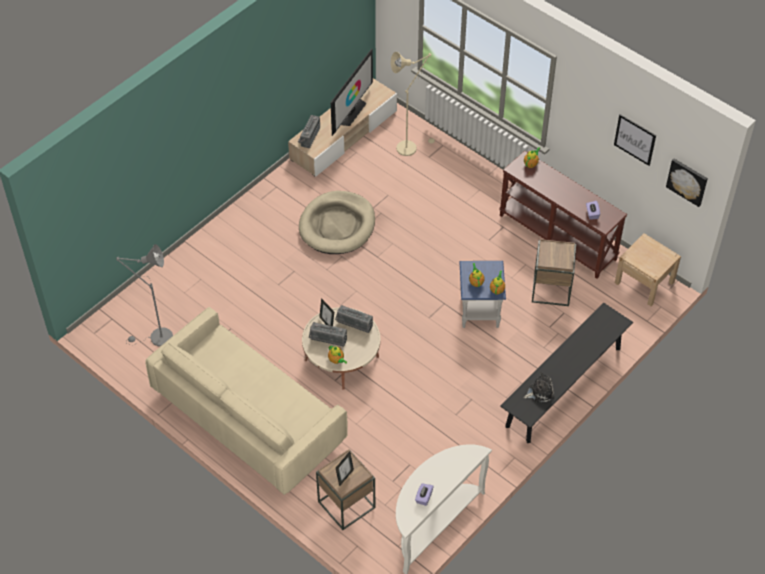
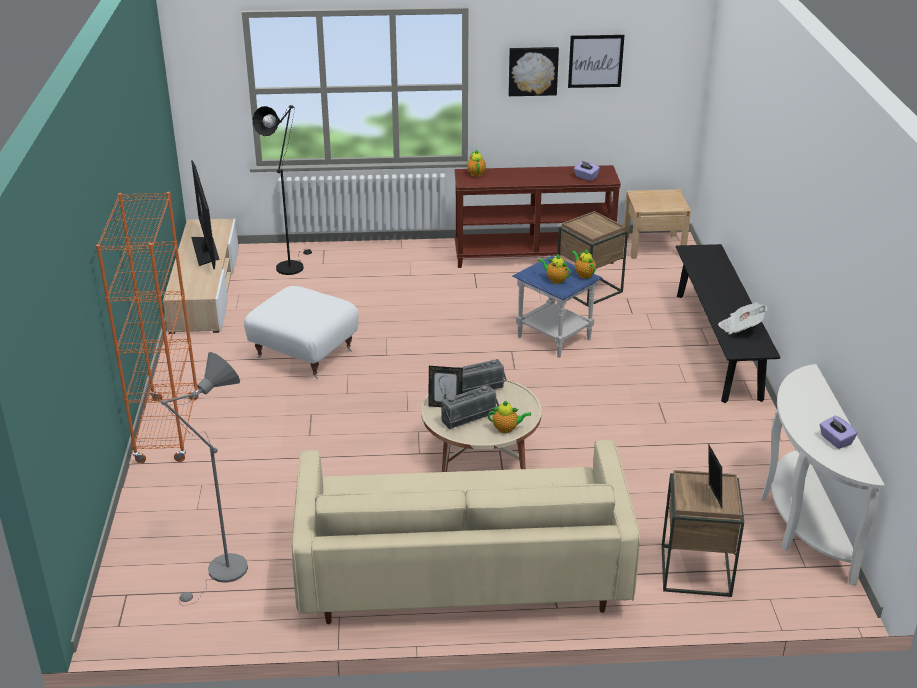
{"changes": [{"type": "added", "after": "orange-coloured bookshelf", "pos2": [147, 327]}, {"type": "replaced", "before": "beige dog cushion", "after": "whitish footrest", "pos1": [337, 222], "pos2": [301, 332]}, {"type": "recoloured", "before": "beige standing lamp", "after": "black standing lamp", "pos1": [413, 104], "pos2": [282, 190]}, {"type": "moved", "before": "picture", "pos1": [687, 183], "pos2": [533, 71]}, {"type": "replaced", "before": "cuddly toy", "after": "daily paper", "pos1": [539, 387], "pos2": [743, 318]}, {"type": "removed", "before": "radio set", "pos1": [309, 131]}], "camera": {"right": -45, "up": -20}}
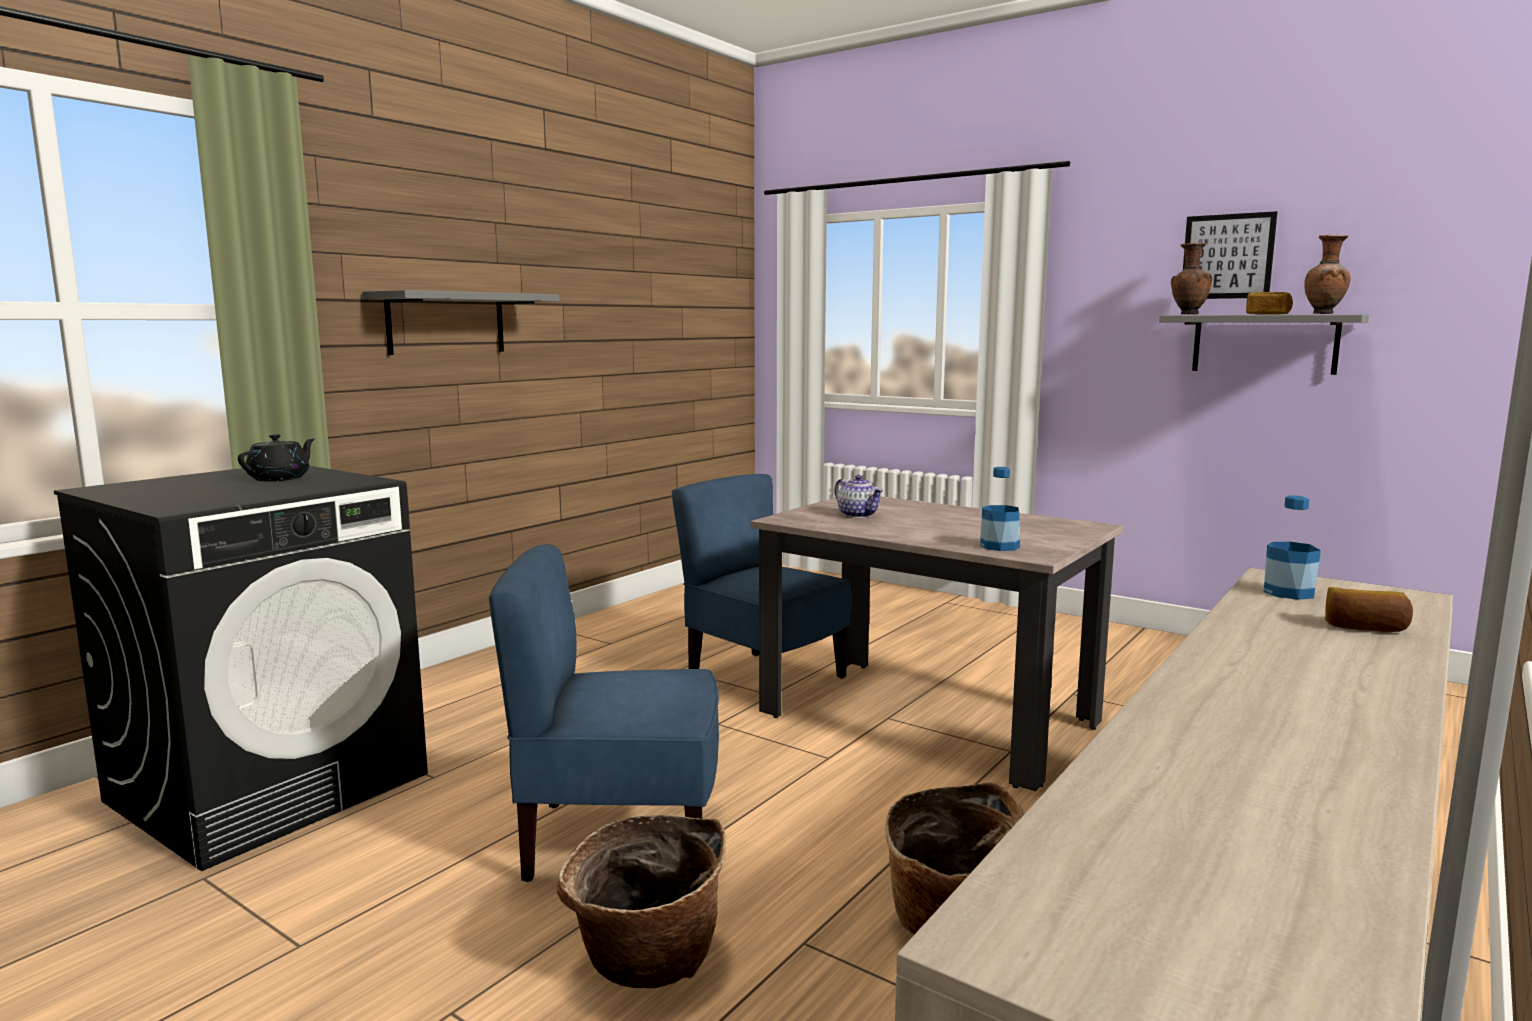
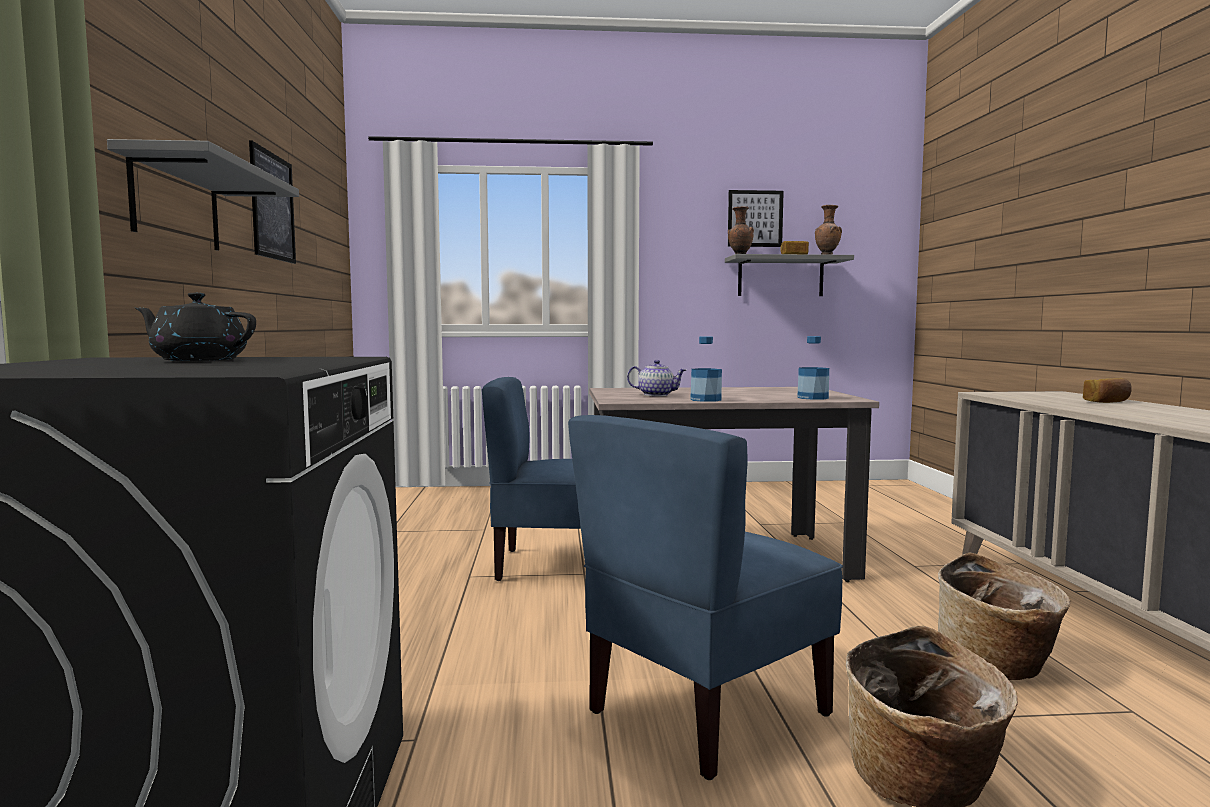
{"changes": [{"type": "turned", "before": "black tea pot", "pos1": [276, 457], "pos2": [195, 327], "turn": -60}, {"type": "added", "after": "picture", "pos2": [272, 202]}, {"type": "moved", "before": "drink bottle", "pos1": [1292, 548], "pos2": [706, 369]}], "camera": {"right": -40, "up": -5}}
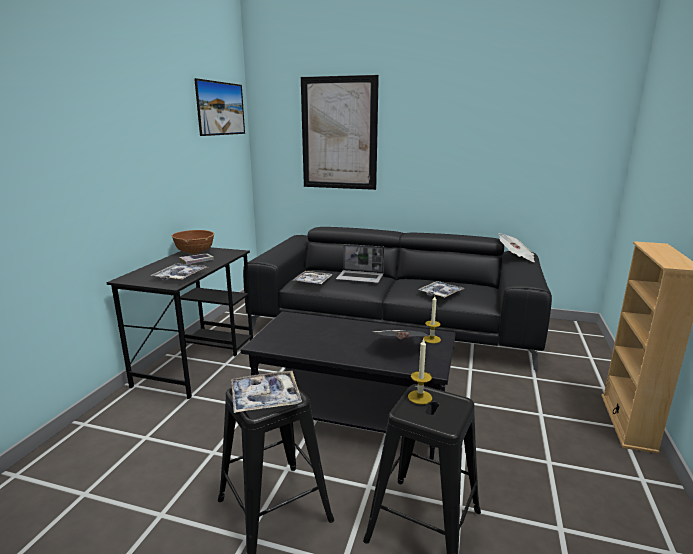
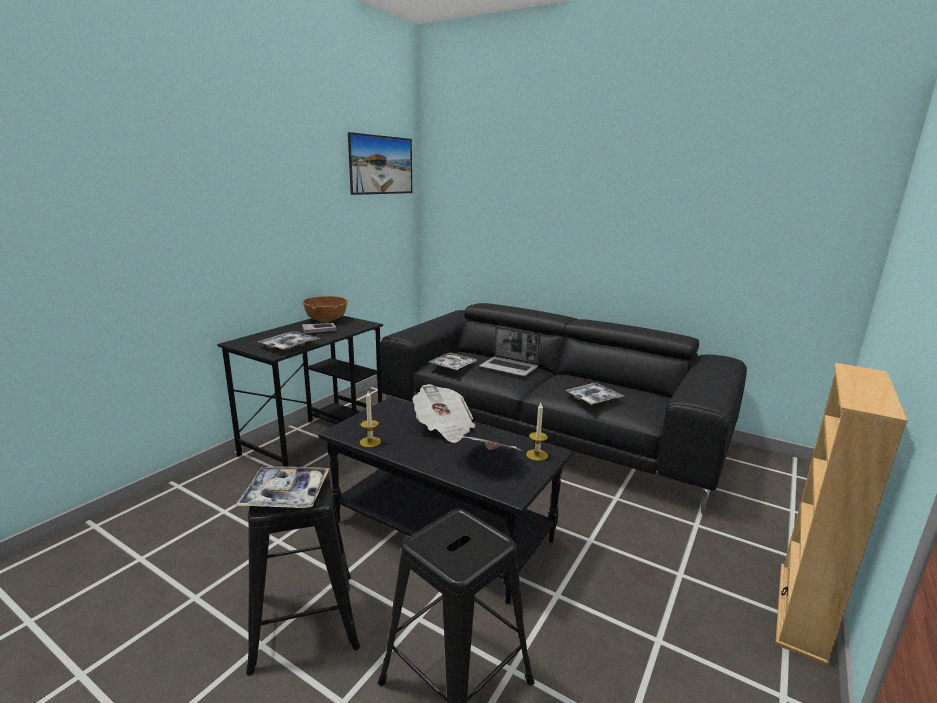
{"changes": [{"type": "moved", "before": "wax light", "pos1": [420, 371], "pos2": [370, 419]}, {"type": "moved", "before": "daily paper", "pos1": [516, 247], "pos2": [444, 413]}, {"type": "removed", "before": "picture", "pos1": [340, 132]}], "camera": {"right": 15, "up": 0}}
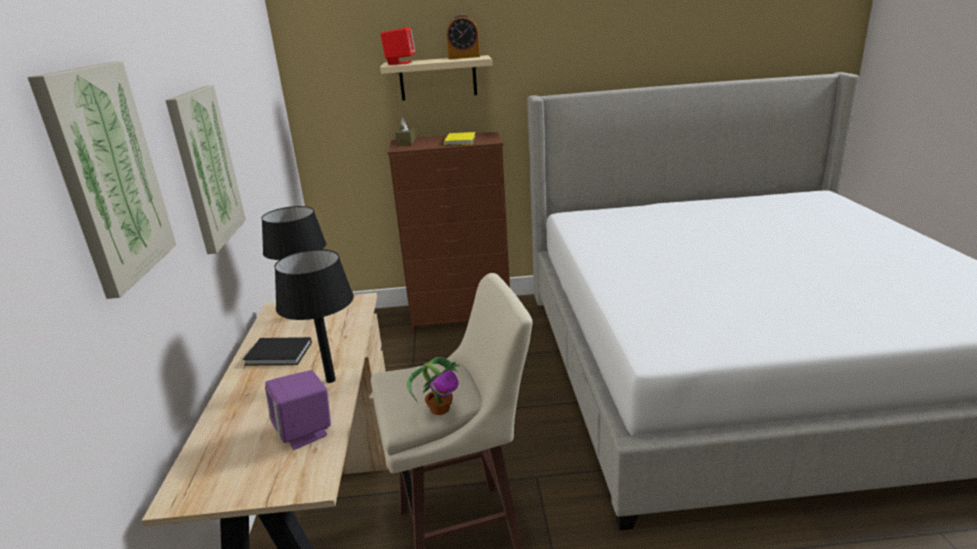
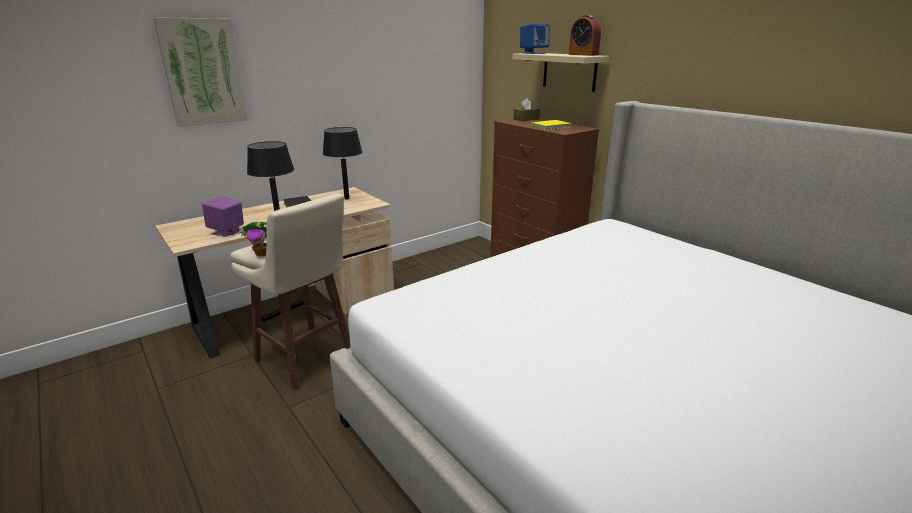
{"changes": [{"type": "recoloured", "before": "red-coloured speaker", "after": "blue speaker", "pos1": [397, 46], "pos2": [535, 39]}, {"type": "removed", "before": "picture", "pos1": [205, 169]}], "camera": {"right": 55, "up": 0}}
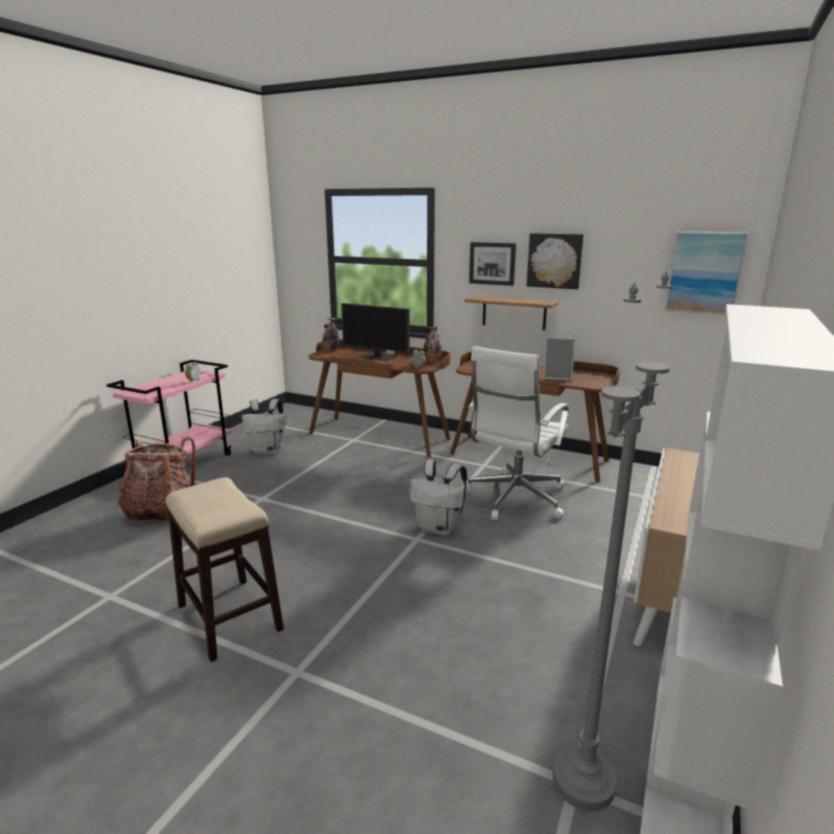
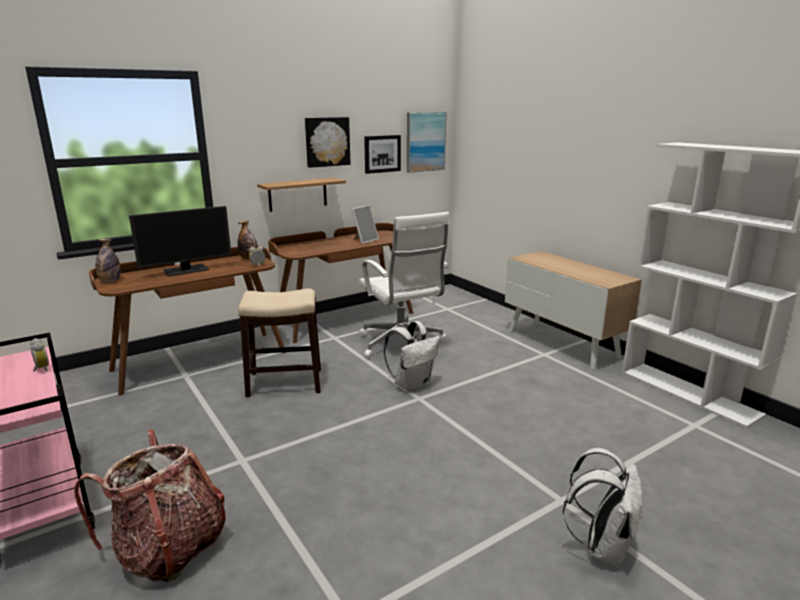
{"changes": [{"type": "moved", "before": "stool", "pos1": [224, 569], "pos2": [279, 342]}, {"type": "moved", "before": "picture", "pos1": [492, 264], "pos2": [382, 154]}, {"type": "moved", "before": "whitish backpack", "pos1": [263, 427], "pos2": [603, 507]}, {"type": "removed", "before": "gray standing lamp", "pos1": [612, 541]}], "camera": {"right": -60, "up": 0}}
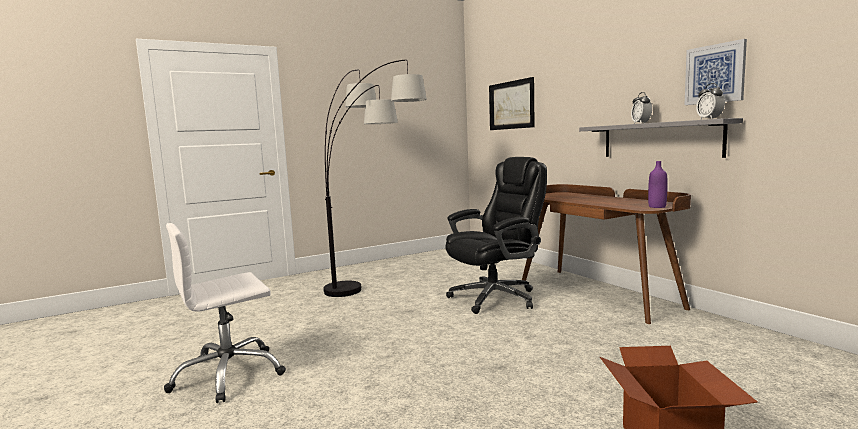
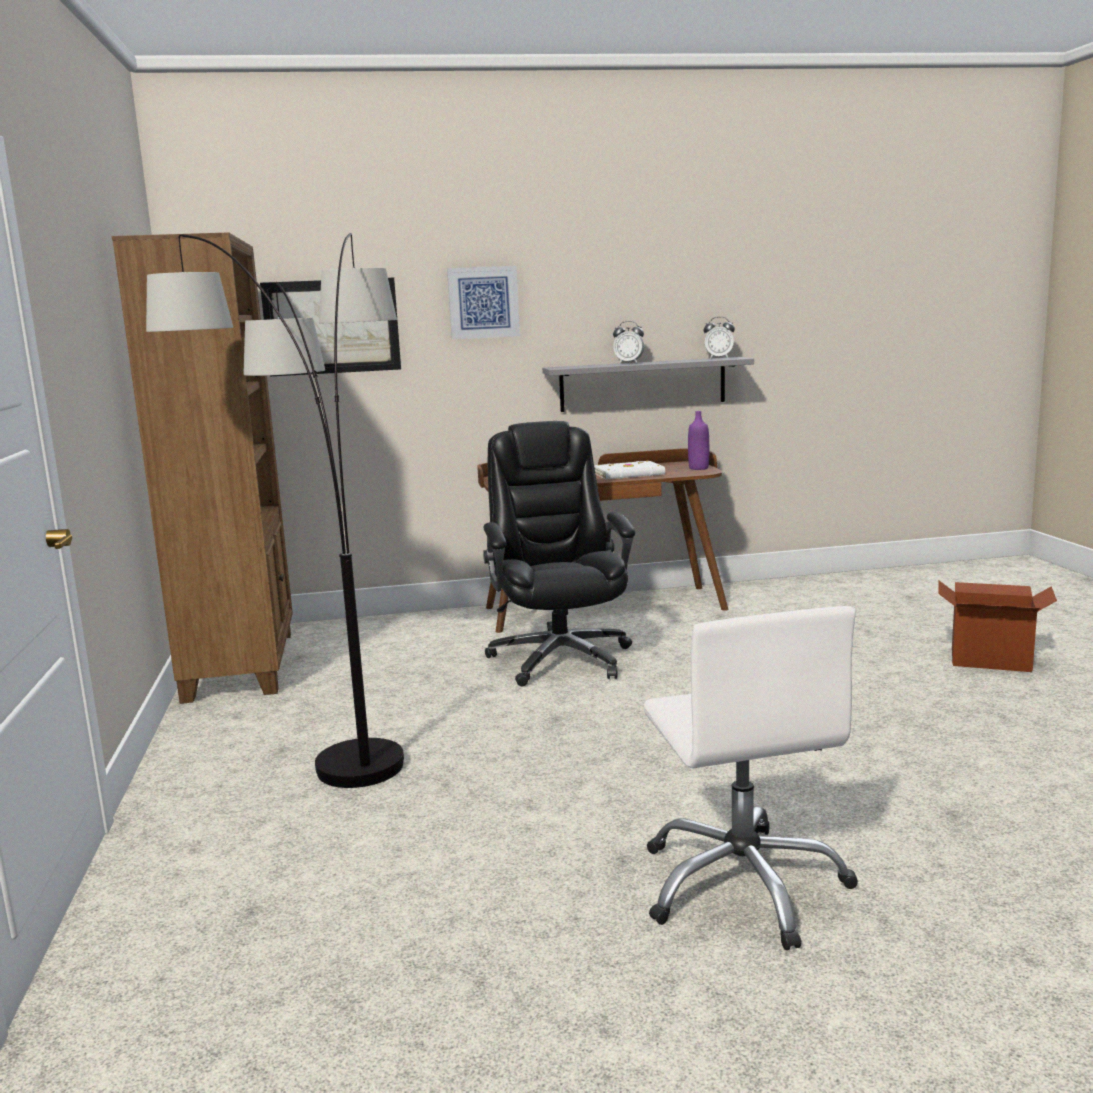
{"changes": [{"type": "added", "after": "brown-coloured bookshelf", "pos2": [202, 468]}, {"type": "moved", "before": "picture", "pos1": [716, 72], "pos2": [483, 303]}, {"type": "added", "after": "whitish book", "pos2": [629, 469]}], "camera": {"right": -70, "up": 5}}
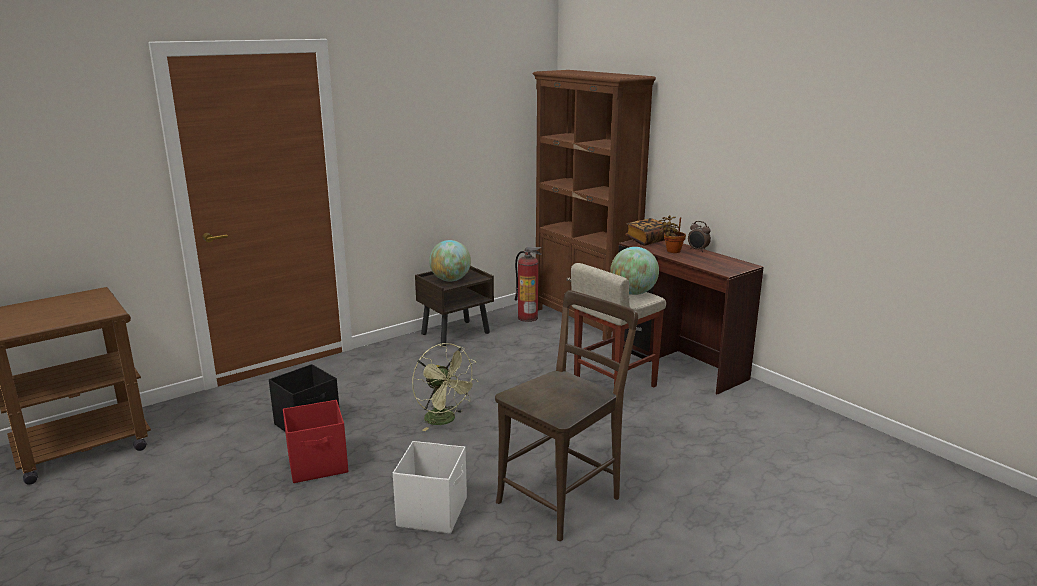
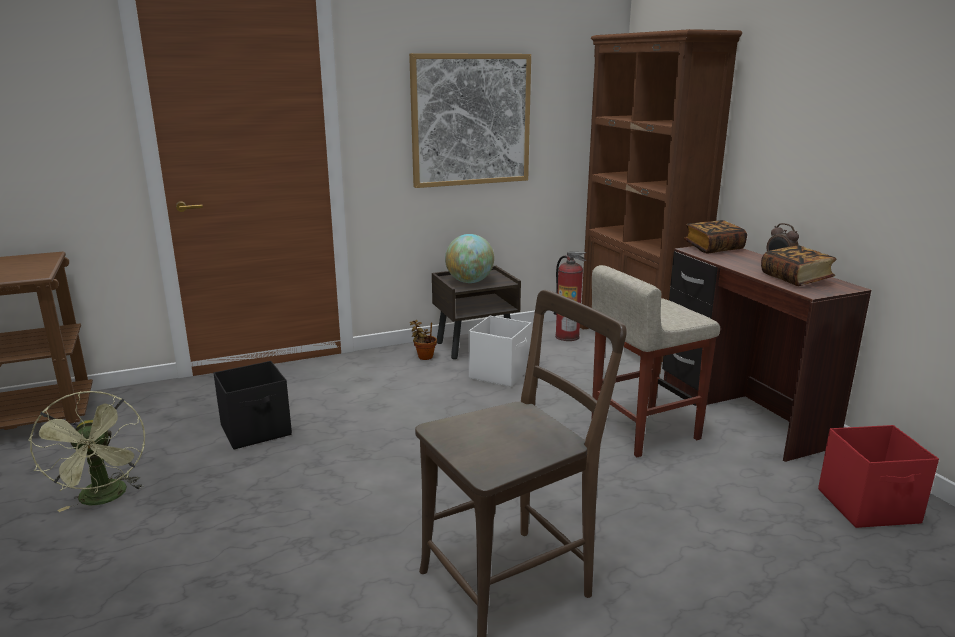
{"changes": [{"type": "moved", "before": "greenish fan", "pos1": [445, 387], "pos2": [86, 451]}, {"type": "added", "after": "picture", "pos2": [470, 120]}, {"type": "moved", "before": "houseplant", "pos1": [672, 234], "pos2": [423, 340]}, {"type": "moved", "before": "whitish storage container", "pos1": [430, 487], "pos2": [500, 351]}, {"type": "added", "after": "book", "pos2": [799, 265]}, {"type": "moved", "before": "red-coloured storage container", "pos1": [315, 441], "pos2": [878, 476]}, {"type": "removed", "before": "desk globe", "pos1": [634, 271]}], "camera": {"right": 15, "up": 0}}
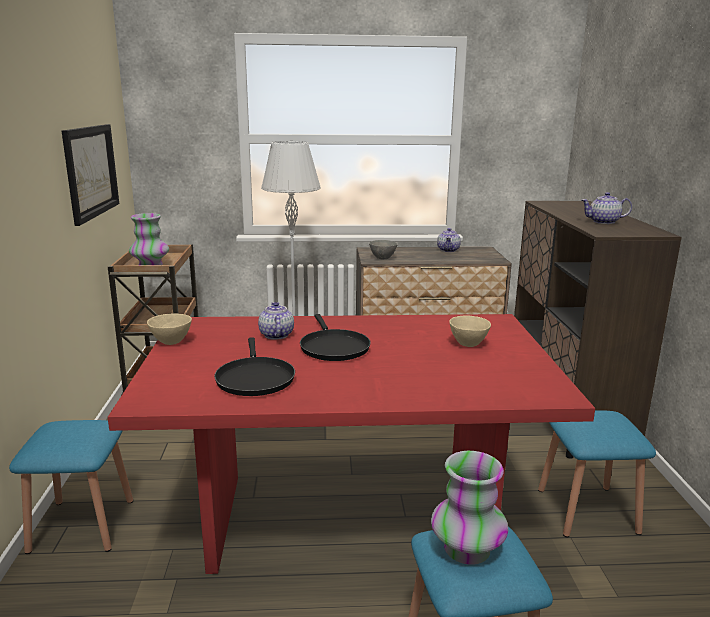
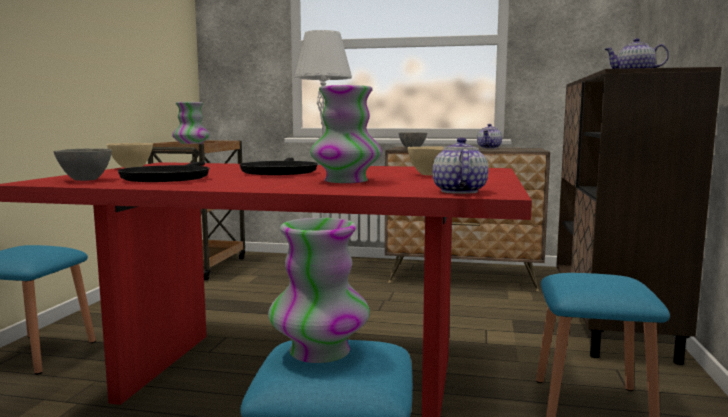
{"changes": [{"type": "added", "after": "gray deep dish", "pos2": [83, 165]}, {"type": "added", "after": "decorative vase", "pos2": [346, 134]}, {"type": "moved", "before": "tea pot", "pos1": [276, 321], "pos2": [460, 165]}, {"type": "removed", "before": "picture", "pos1": [90, 175]}], "camera": {"right": 15, "up": -10}}
